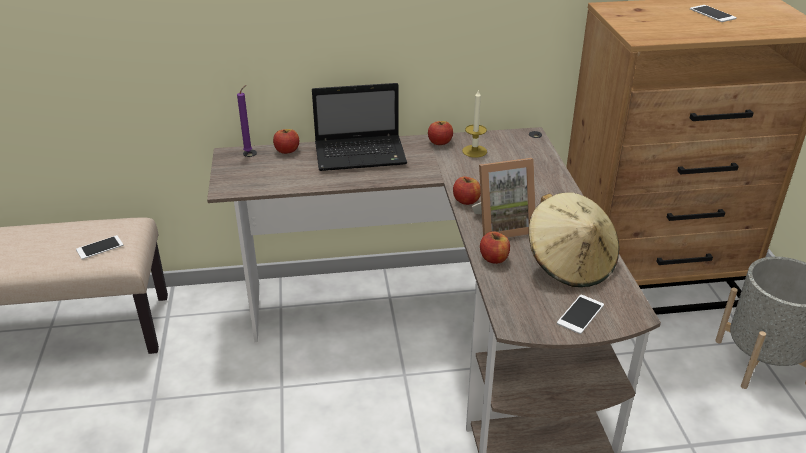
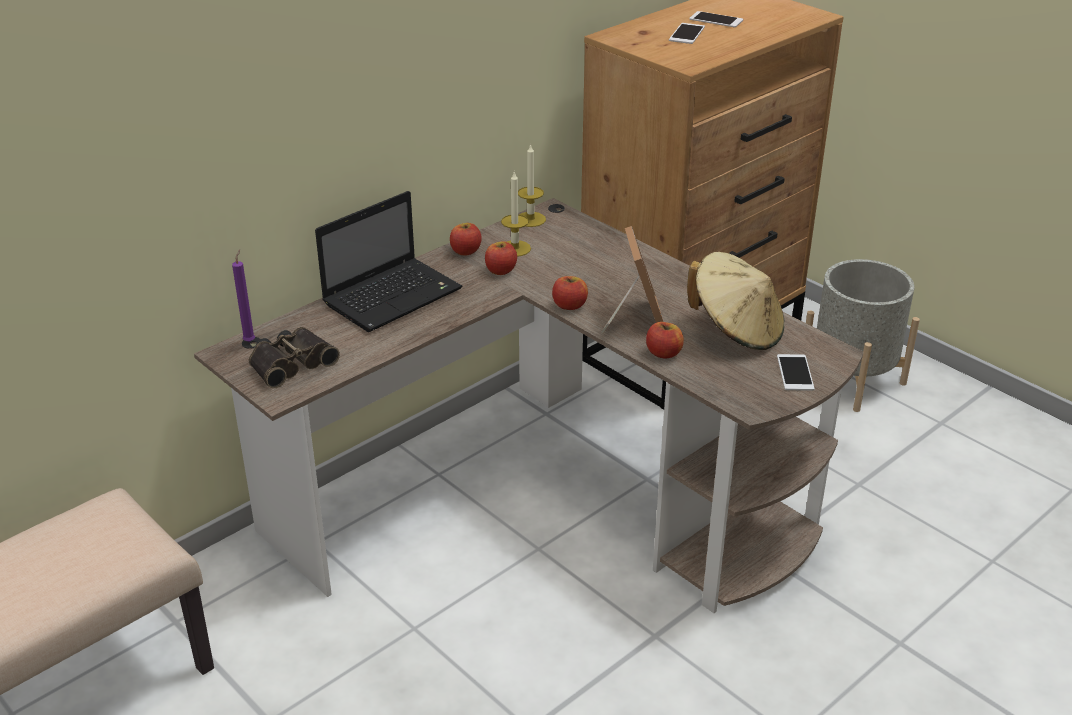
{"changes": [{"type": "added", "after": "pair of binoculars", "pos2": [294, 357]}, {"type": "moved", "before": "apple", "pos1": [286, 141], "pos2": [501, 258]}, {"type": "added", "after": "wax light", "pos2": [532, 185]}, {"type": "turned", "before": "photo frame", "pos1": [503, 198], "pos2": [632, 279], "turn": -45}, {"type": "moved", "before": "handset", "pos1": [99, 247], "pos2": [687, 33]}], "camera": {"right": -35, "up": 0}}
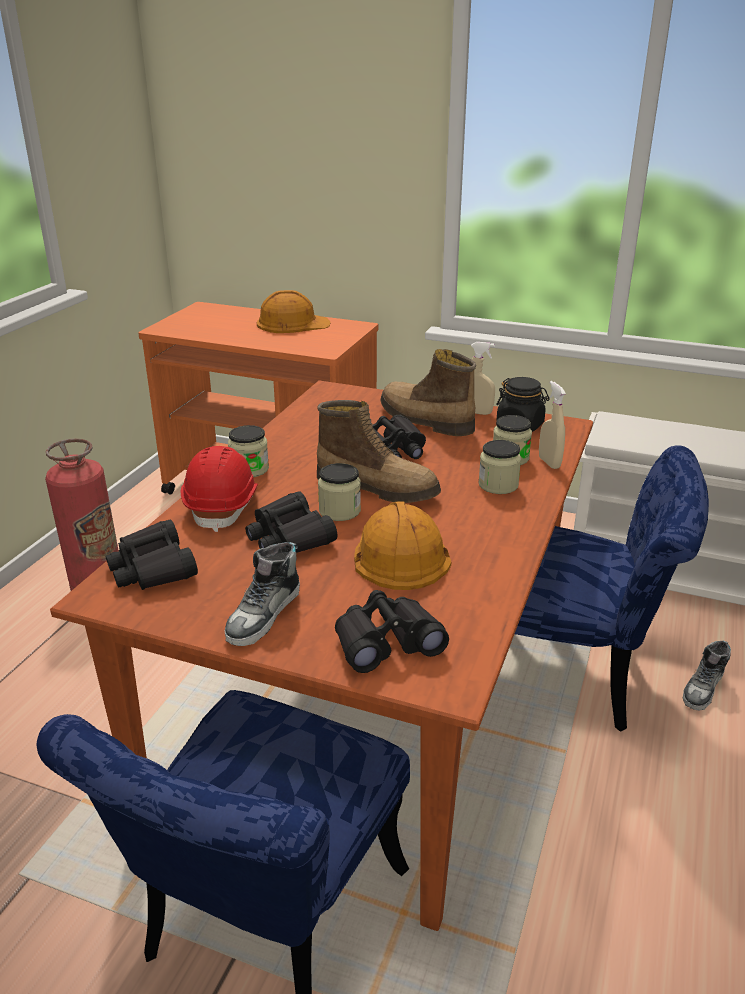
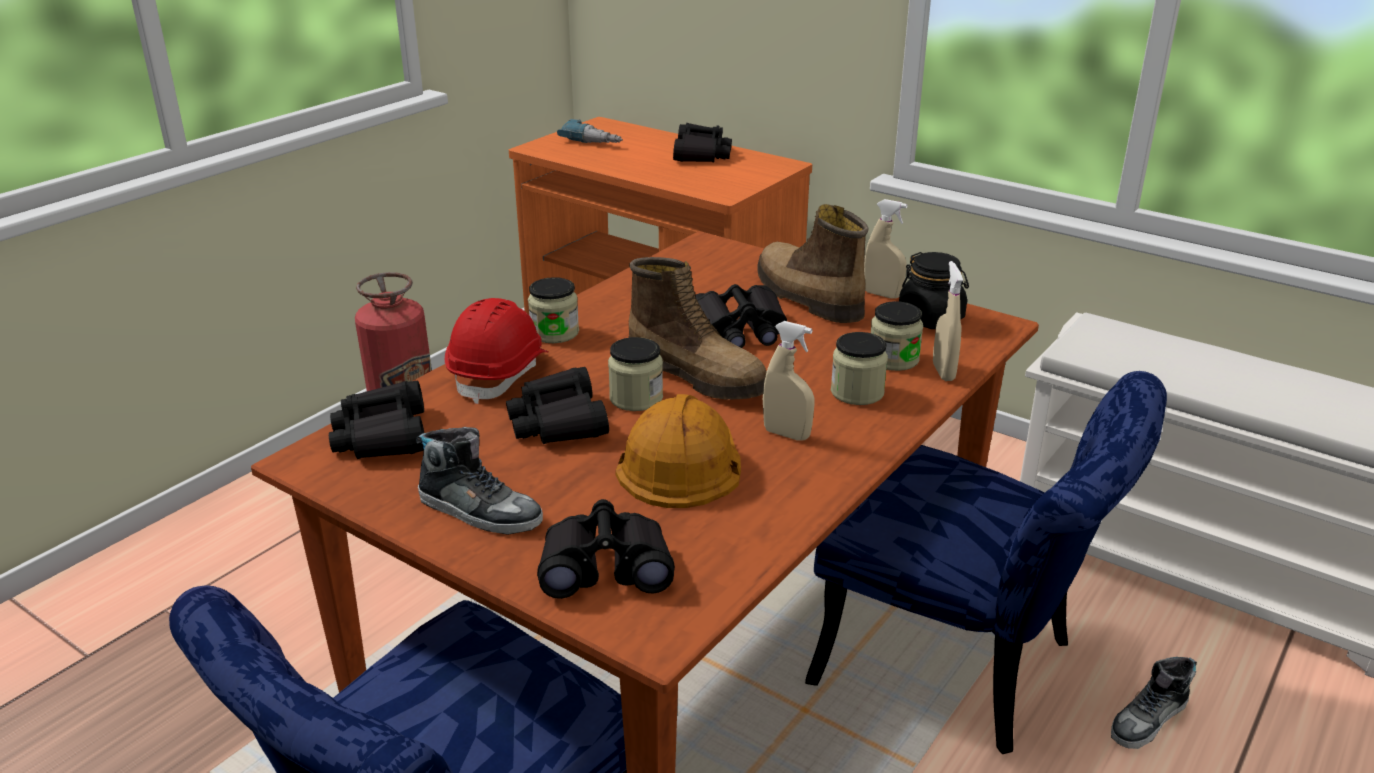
{"changes": [{"type": "turned", "before": "low shoe", "pos1": [262, 594], "pos2": [479, 481], "turn": -105}, {"type": "added", "after": "drill", "pos2": [590, 131]}, {"type": "replaced", "before": "orange-coloured safety helmet", "after": "black pair of binoculars", "pos1": [294, 311], "pos2": [702, 142]}, {"type": "added", "after": "beige sprayer", "pos2": [788, 381]}], "camera": {"right": 15, "up": 0}}
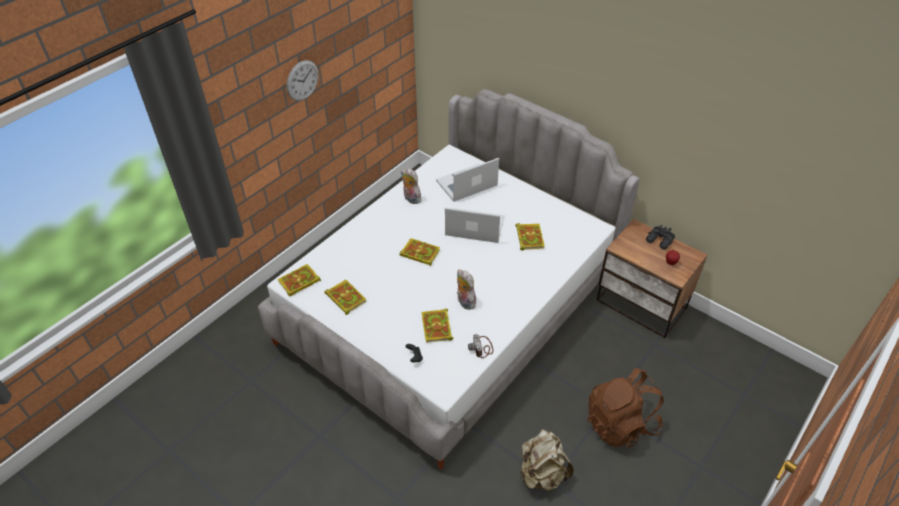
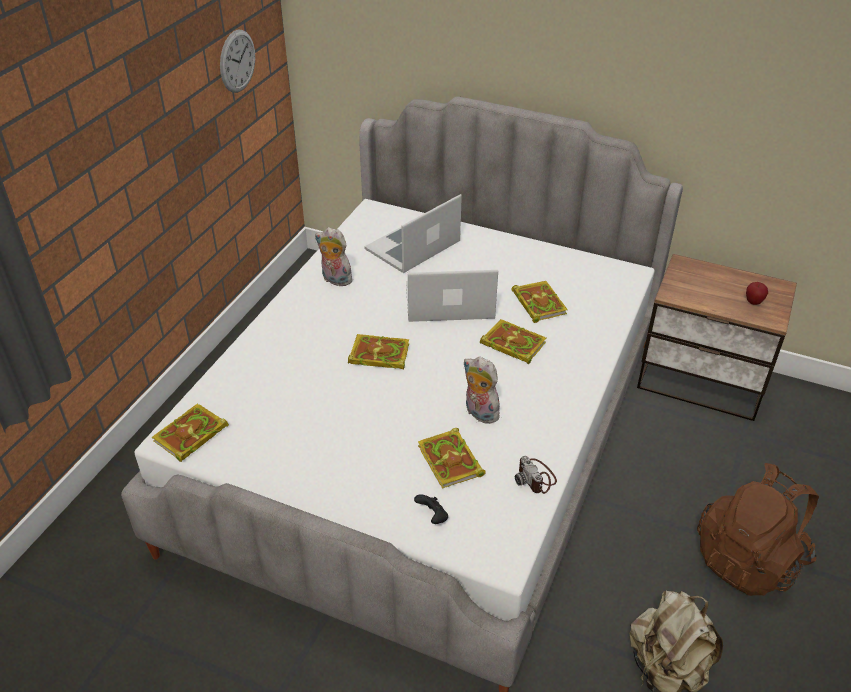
{"changes": [{"type": "moved", "before": "wall clock", "pos1": [302, 80], "pos2": [237, 61]}, {"type": "moved", "before": "book", "pos1": [345, 297], "pos2": [513, 341]}, {"type": "removed", "before": "black pair of binoculars", "pos1": [660, 237]}], "camera": {"right": -15, "up": -5}}
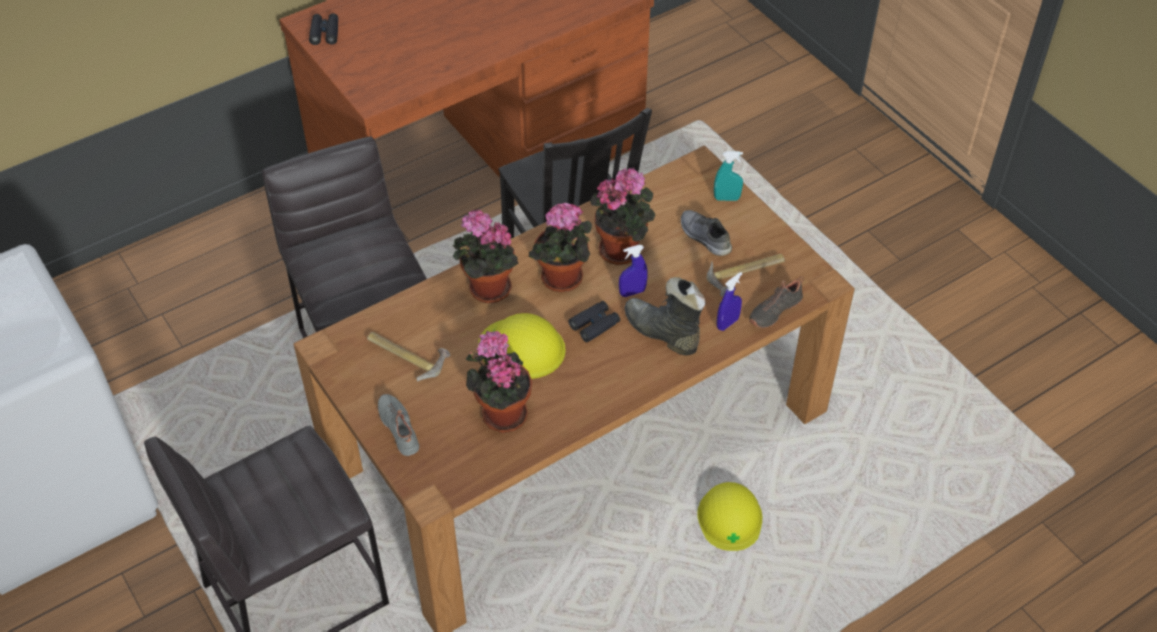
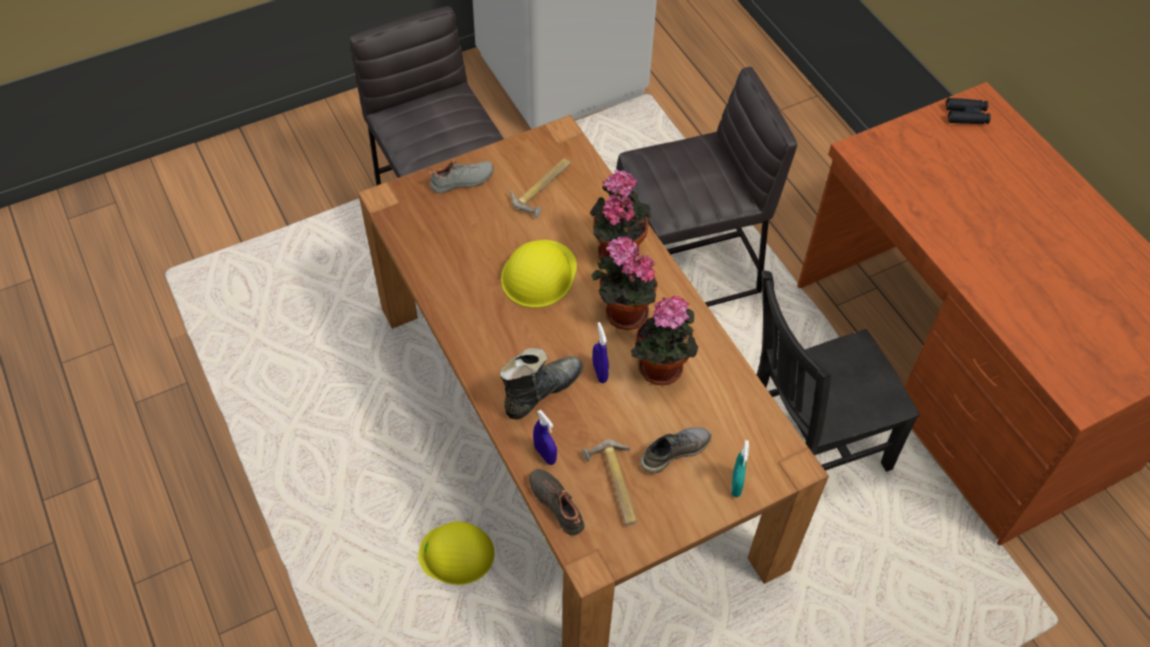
{"changes": [{"type": "removed", "before": "houseplant", "pos1": [499, 381]}, {"type": "removed", "before": "black pair of binoculars", "pos1": [594, 321]}], "camera": {"right": 95, "up": 5}}
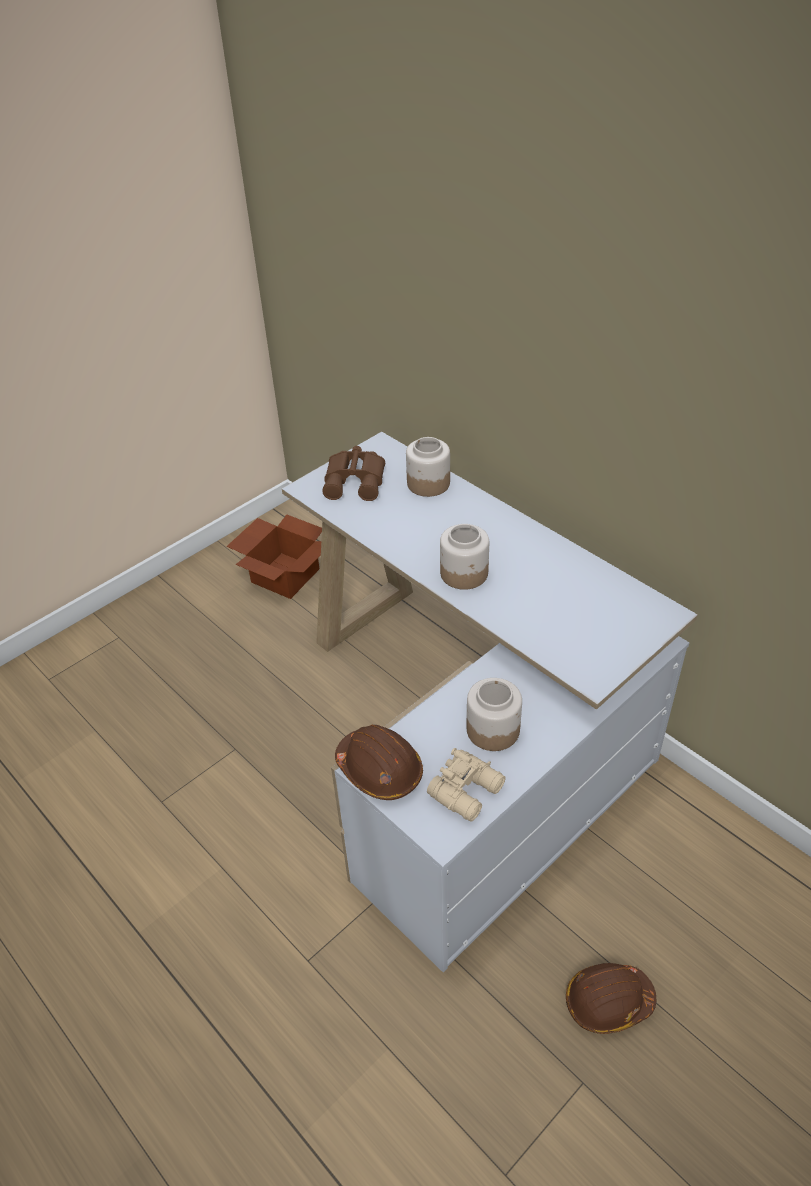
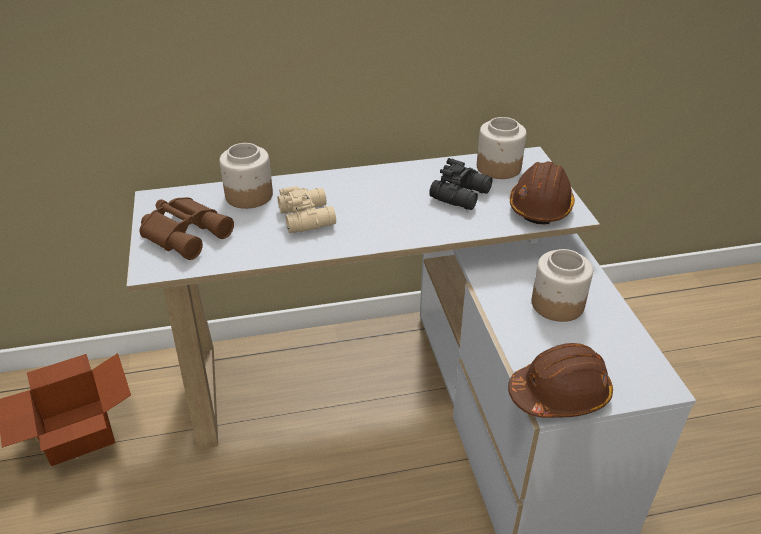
{"changes": [{"type": "moved", "before": "beige pair of binoculars", "pos1": [466, 785], "pos2": [307, 209]}, {"type": "added", "after": "black pair of binoculars", "pos2": [460, 184]}, {"type": "moved", "before": "preserve jar", "pos1": [464, 557], "pos2": [501, 148]}, {"type": "moved", "before": "brown-coloured safety helmet", "pos1": [611, 998], "pos2": [542, 193]}], "camera": {"right": -60, "up": -5}}
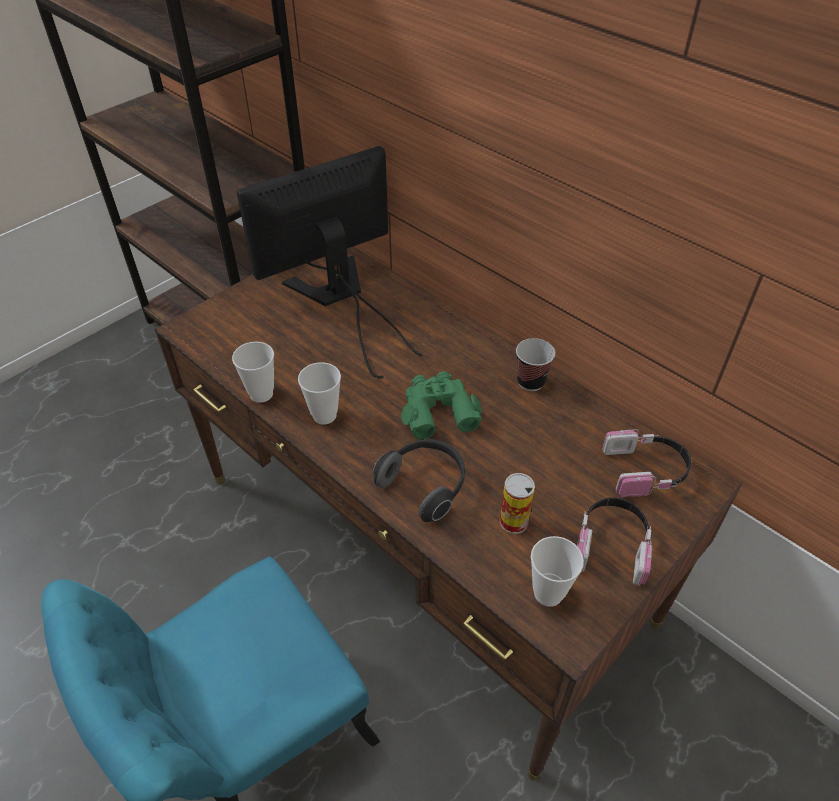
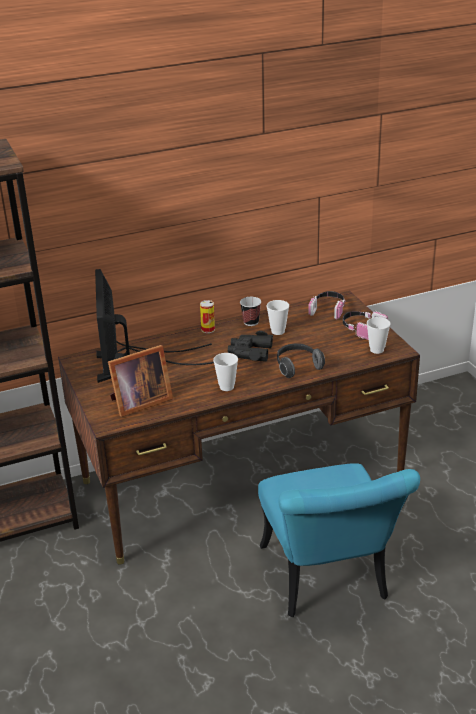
{"changes": [{"type": "added", "after": "photo frame", "pos2": [140, 381]}, {"type": "moved", "before": "metal can", "pos1": [517, 503], "pos2": [207, 316]}, {"type": "recoloured", "before": "greenish pair of binoculars", "after": "black pair of binoculars", "pos1": [441, 405], "pos2": [250, 346]}, {"type": "moved", "before": "small cup", "pos1": [253, 372], "pos2": [278, 317]}], "camera": {"right": -65, "up": -15}}
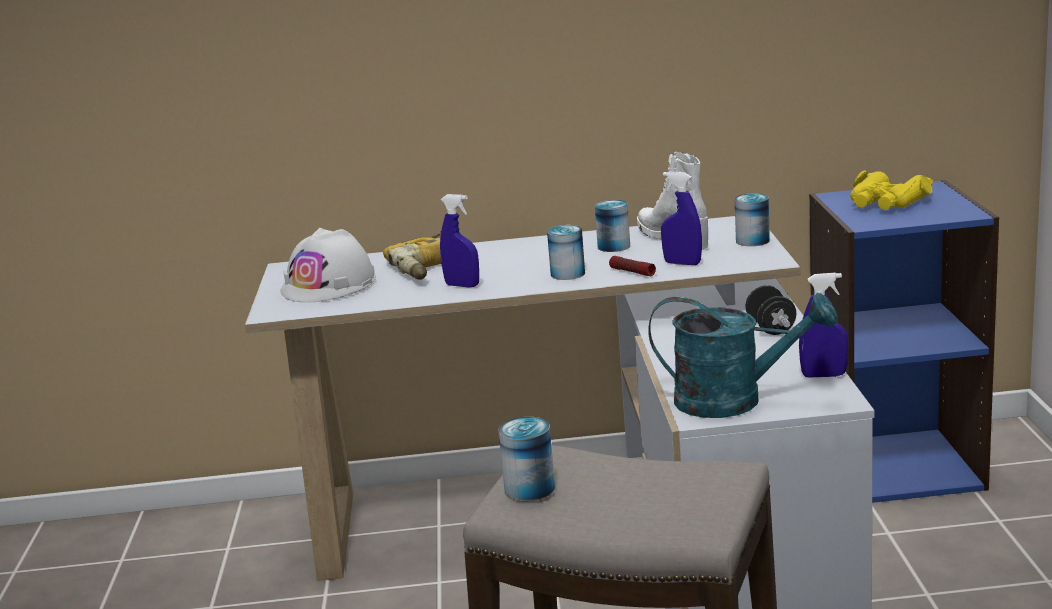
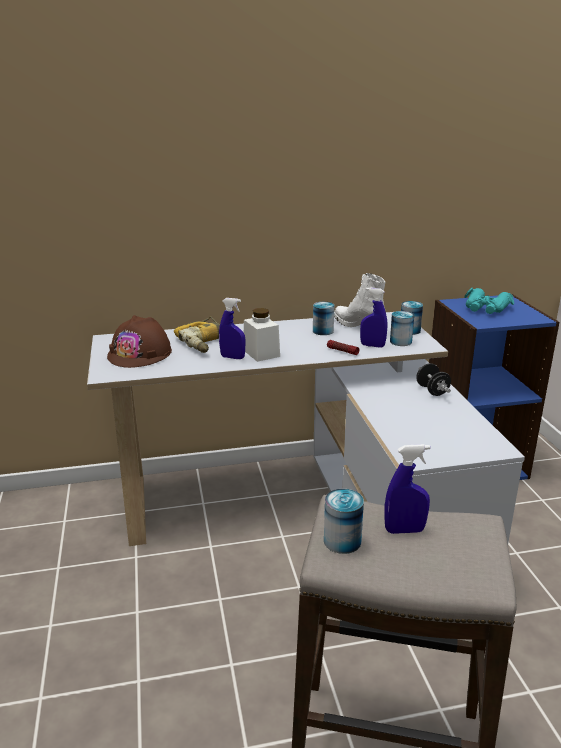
{"changes": [{"type": "recoloured", "before": "whitish safety helmet", "after": "brown-coloured safety helmet", "pos1": [328, 265], "pos2": [139, 341]}, {"type": "added", "after": "whitish preserve jar", "pos2": [262, 335]}, {"type": "moved", "before": "blue sprayer", "pos1": [823, 325], "pos2": [407, 489]}, {"type": "moved", "before": "metal can", "pos1": [566, 252], "pos2": [402, 328]}, {"type": "recoloured", "before": "yellowish pair of binoculars", "after": "blue-green pair of binoculars", "pos1": [891, 190], "pos2": [489, 301]}, {"type": "removed", "before": "blue-green watering pot", "pos1": [743, 355]}], "camera": {"right": -10, "up": 5}}
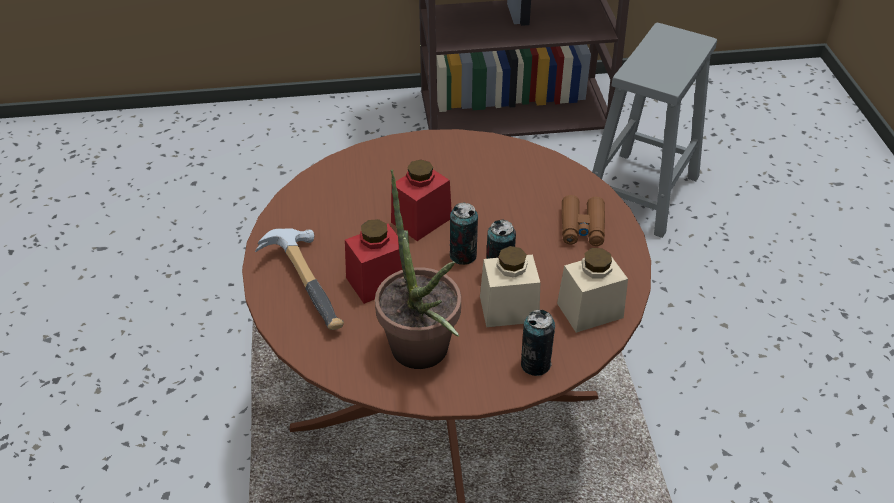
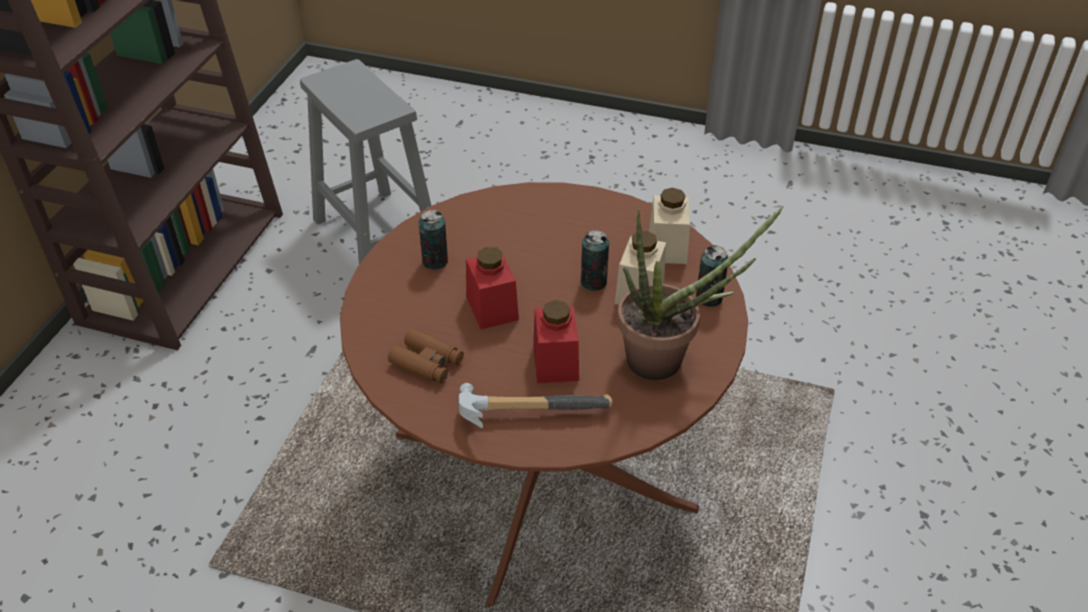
{"changes": [{"type": "moved", "before": "brown-coloured pair of binoculars", "pos1": [583, 220], "pos2": [426, 355]}, {"type": "moved", "before": "metal can", "pos1": [464, 233], "pos2": [433, 240]}], "camera": {"right": -65, "up": 0}}
